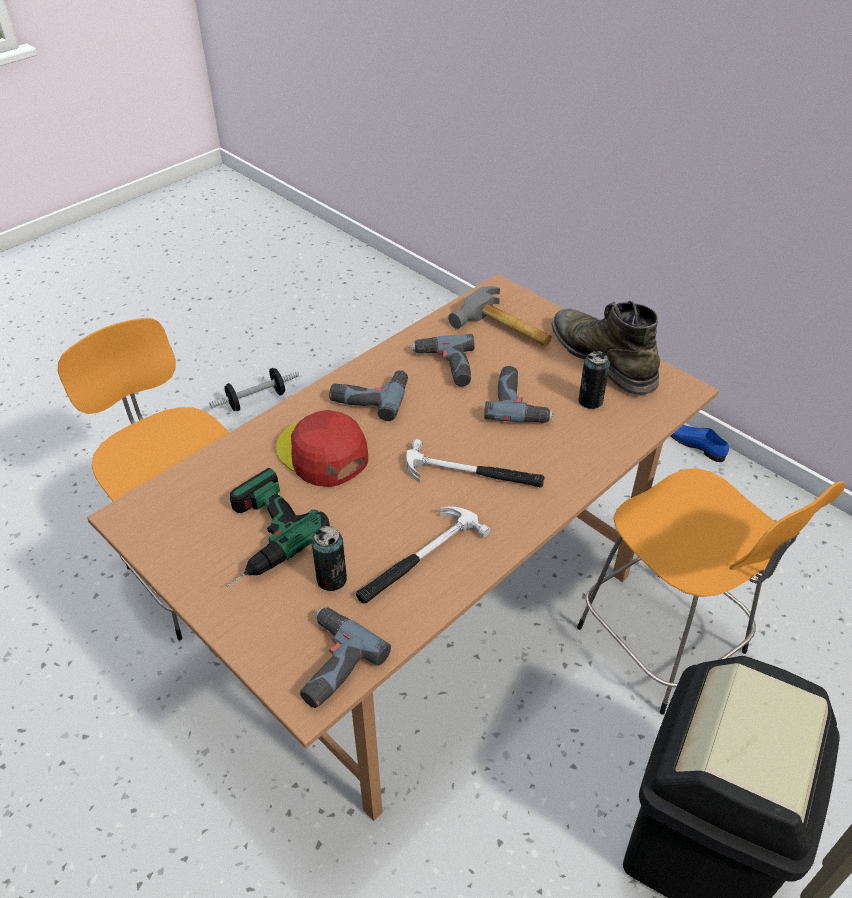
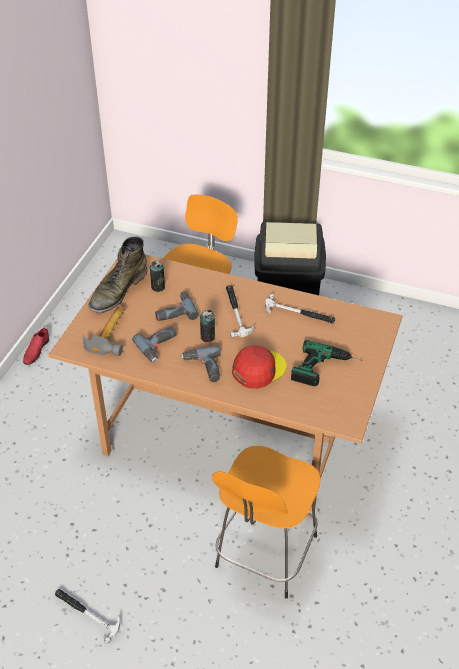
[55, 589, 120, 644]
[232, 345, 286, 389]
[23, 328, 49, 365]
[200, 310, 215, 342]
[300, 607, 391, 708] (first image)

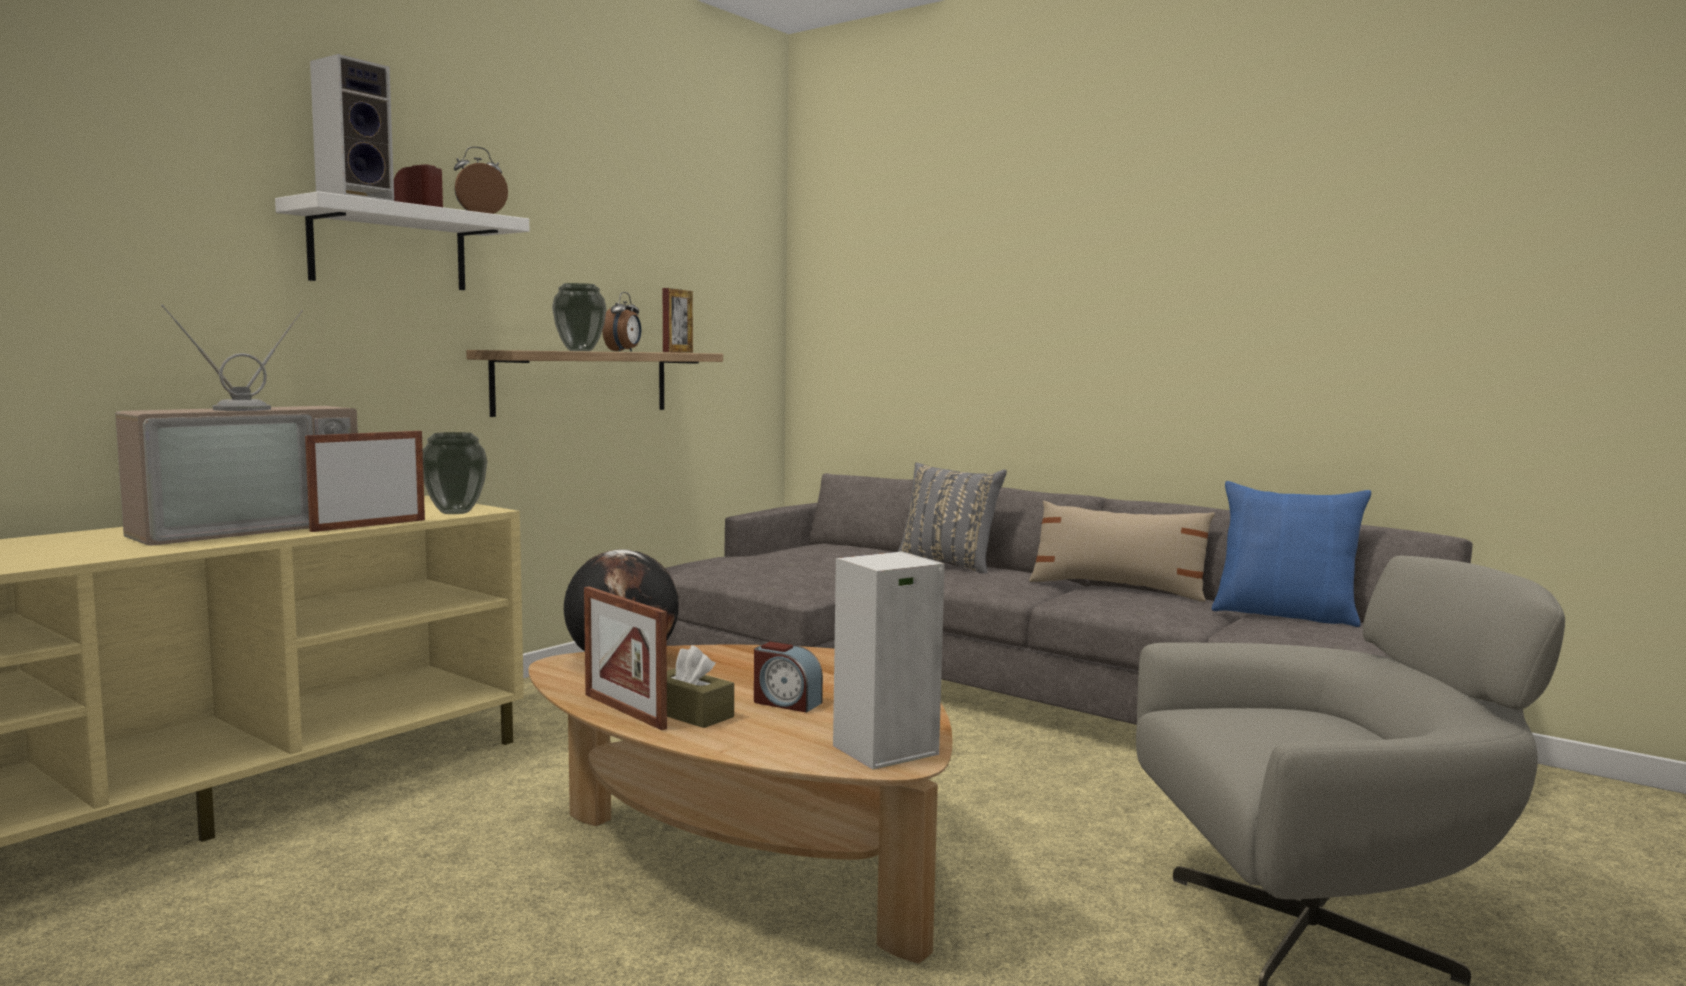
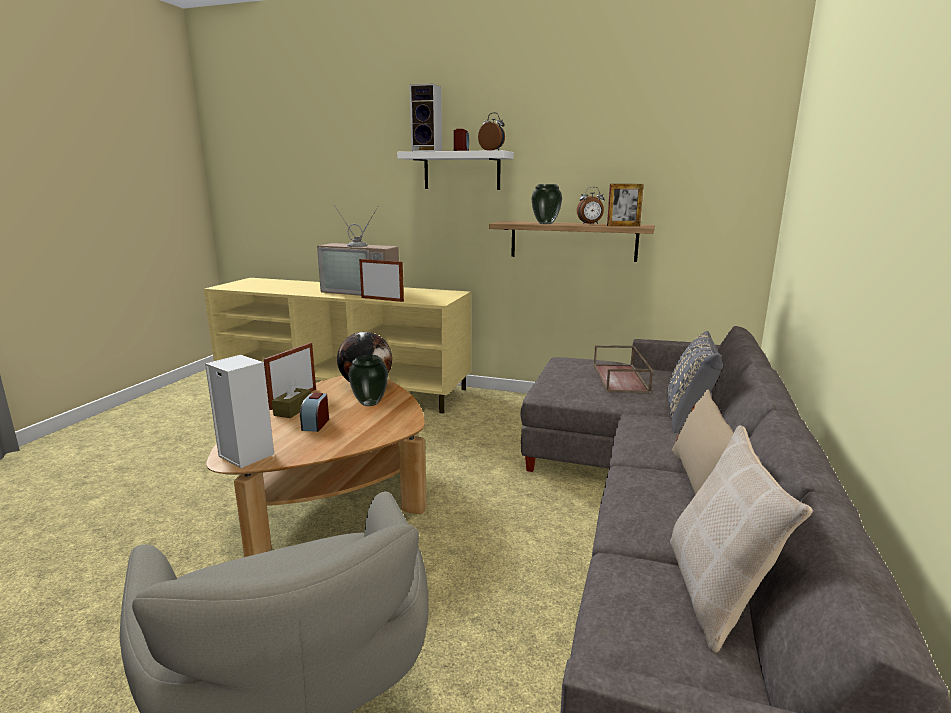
[348, 354, 388, 406]
[670, 425, 813, 653]
[593, 345, 653, 393]

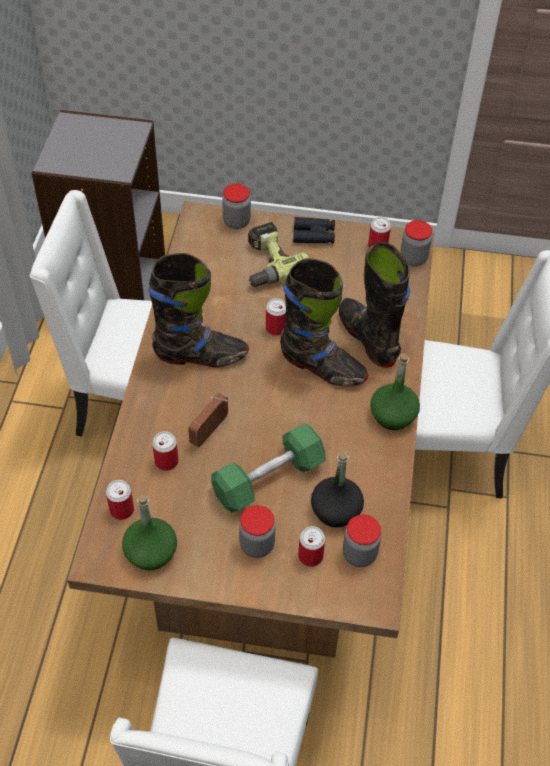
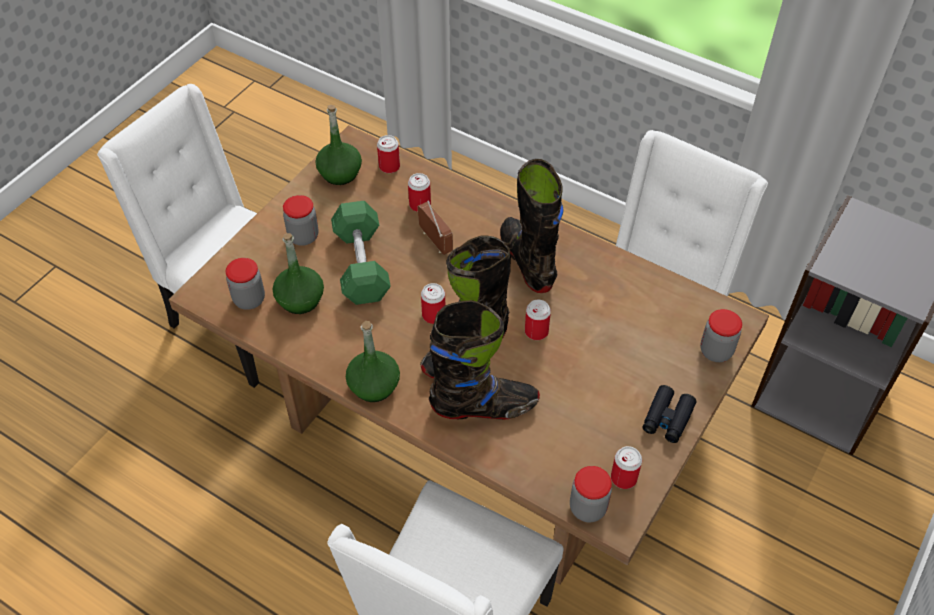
[248, 222, 309, 287] (first image)
[500, 159, 564, 293]
[273, 233, 324, 314]
[421, 283, 445, 324]

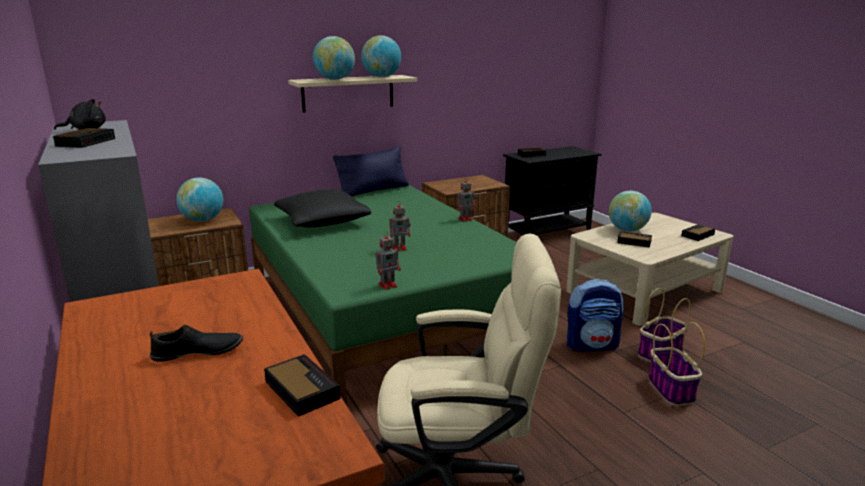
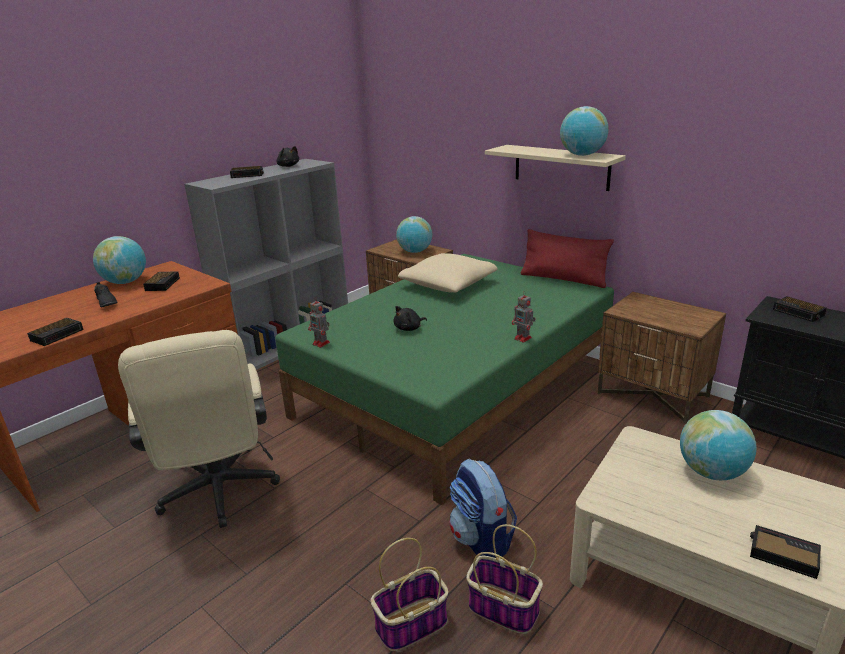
[93, 236, 146, 284]
[521, 229, 614, 288]
[398, 253, 498, 293]
[394, 306, 427, 331]
[143, 271, 180, 291]

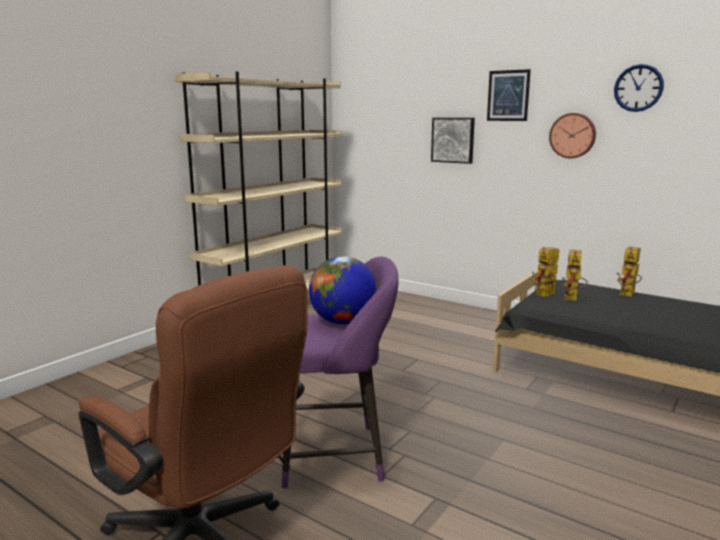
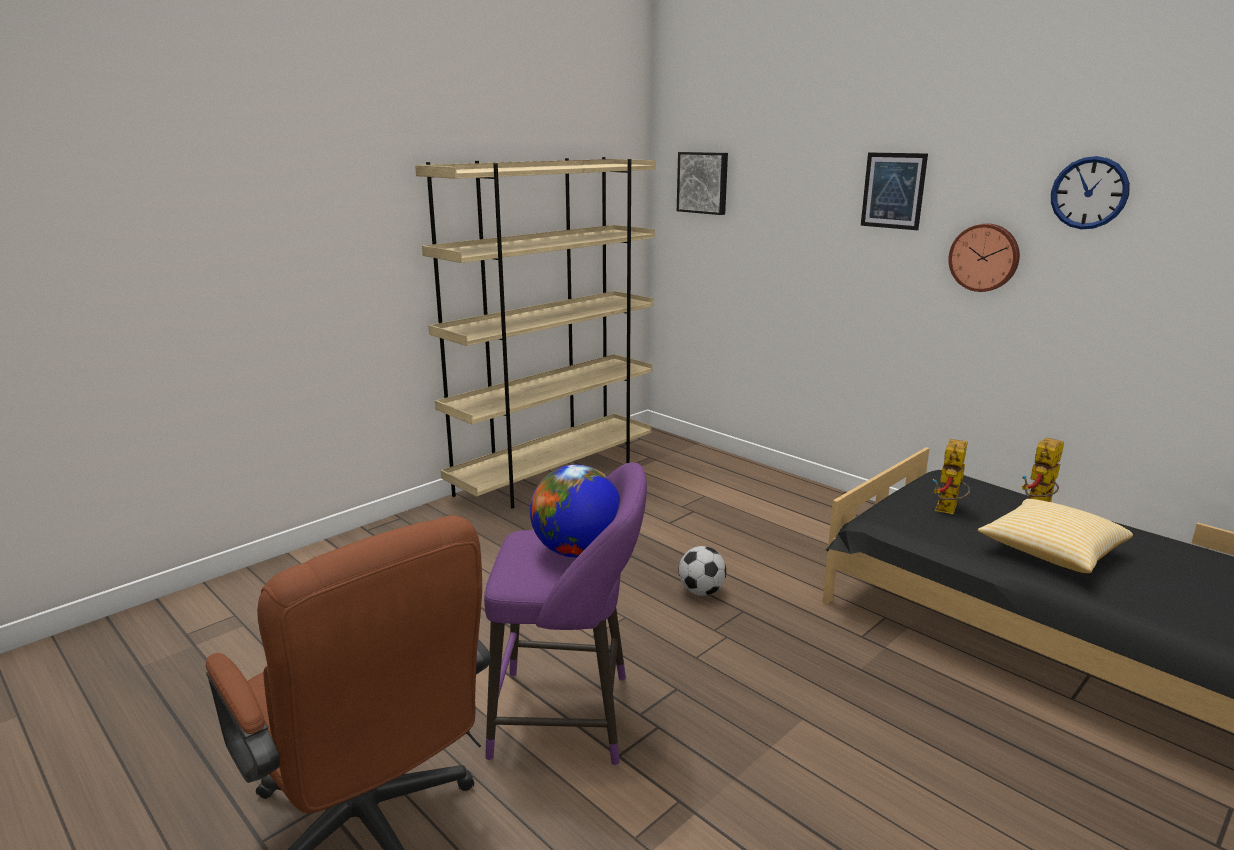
[677, 152, 728, 215]
[531, 247, 559, 297] (first image)
[978, 499, 1133, 573]
[679, 546, 726, 596]

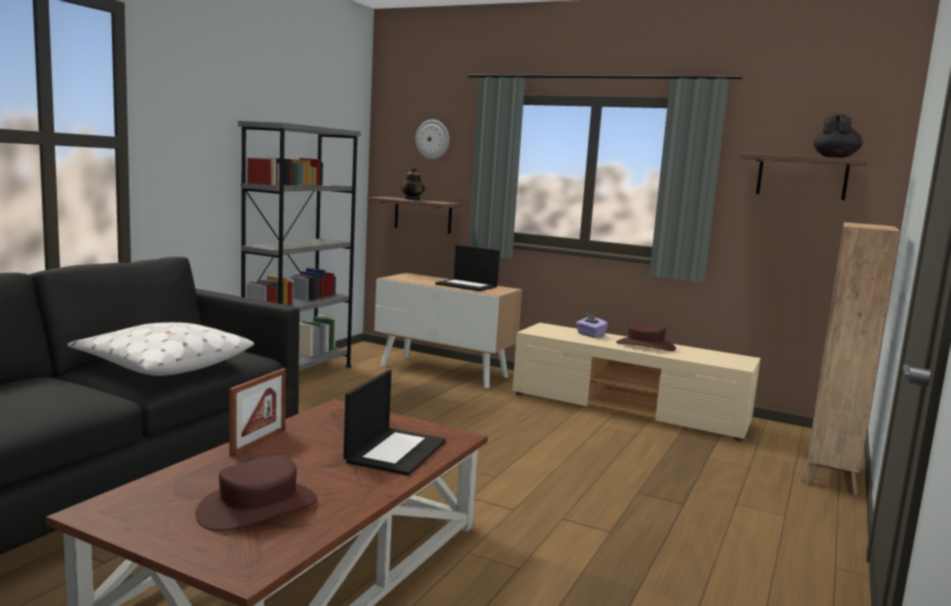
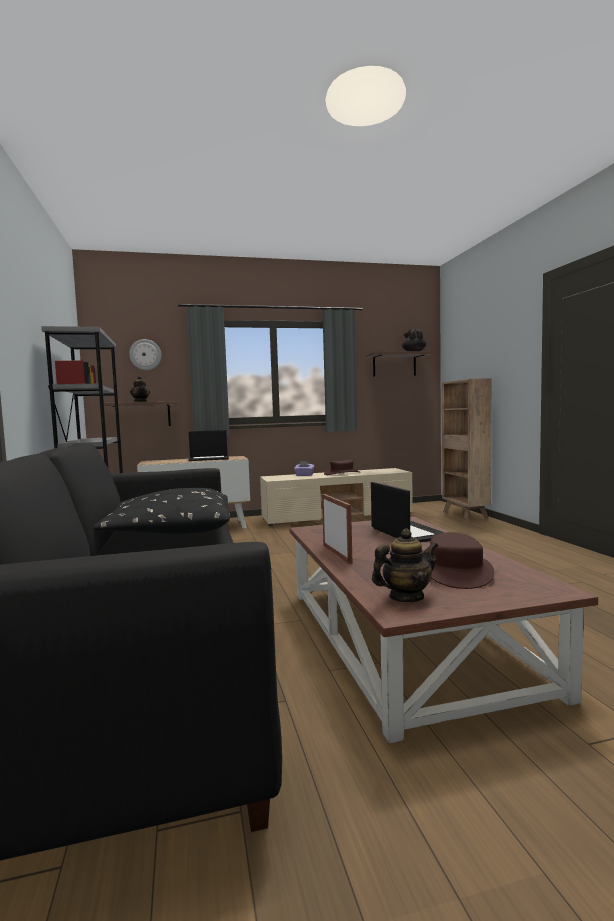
[93, 488, 230, 534]
[372, 528, 438, 602]

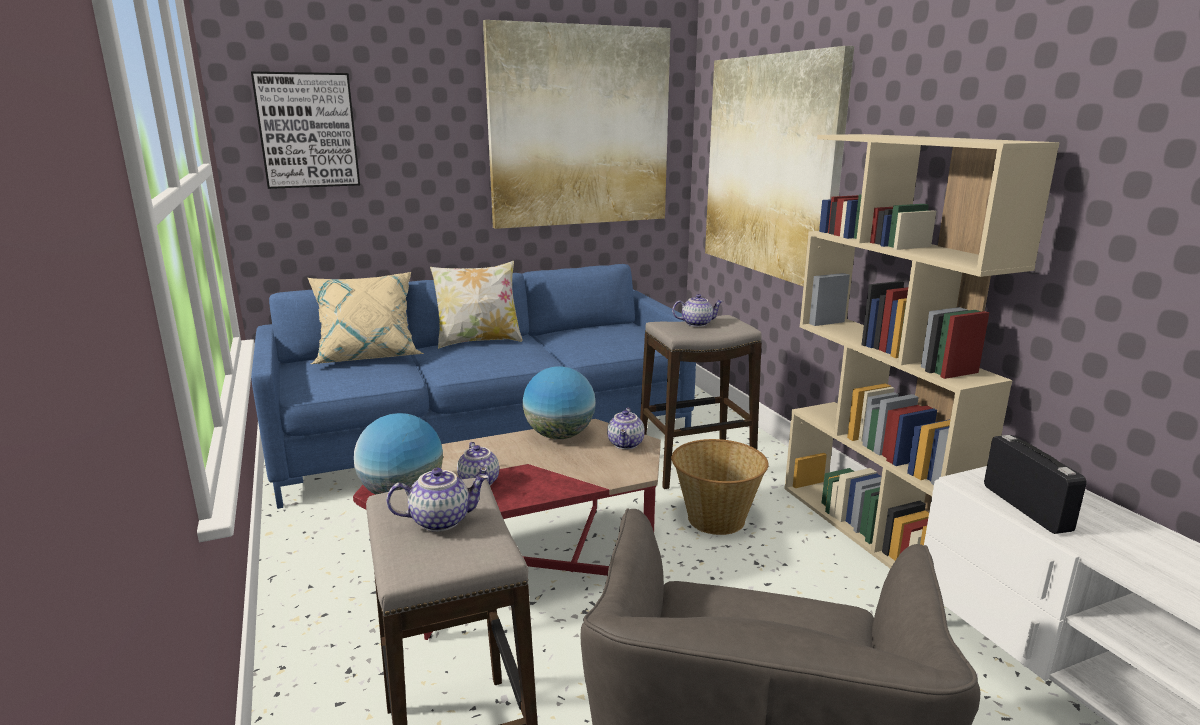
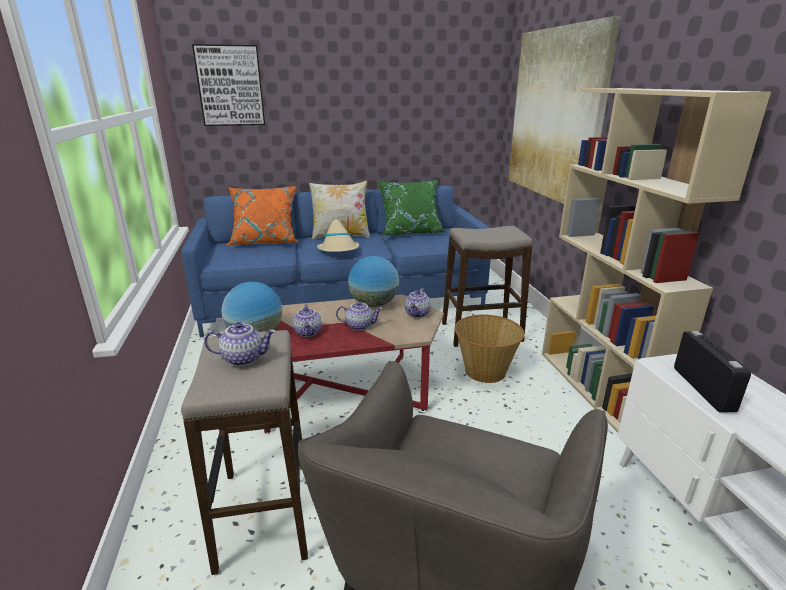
[483, 20, 670, 229] (first image)
[226, 186, 299, 245]
[336, 301, 383, 331]
[376, 180, 446, 235]
[317, 218, 359, 252]

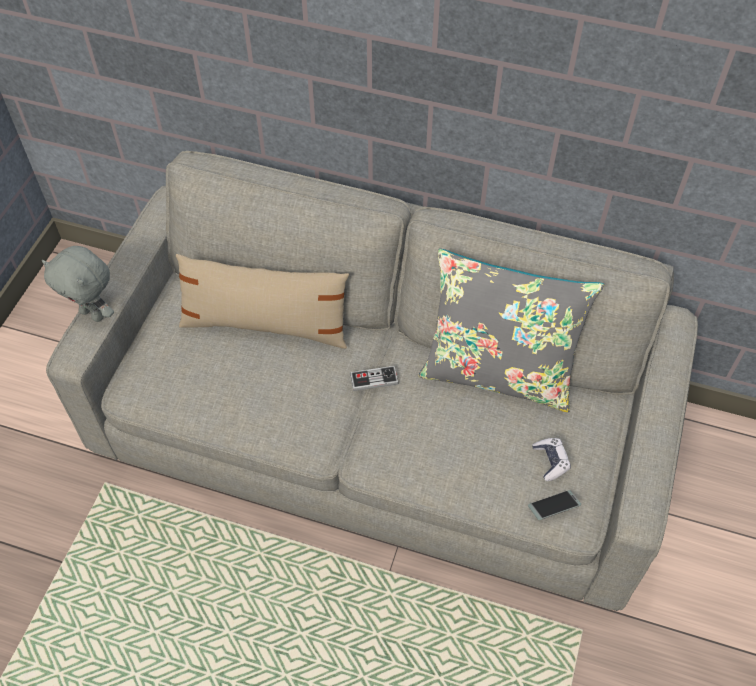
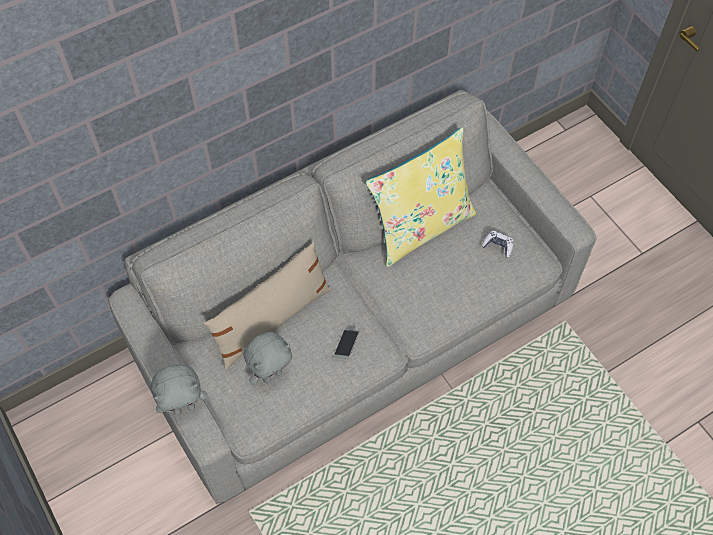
[366, 127, 476, 267]
[350, 366, 399, 391] (first image)
[334, 328, 360, 359]
[244, 332, 292, 385]

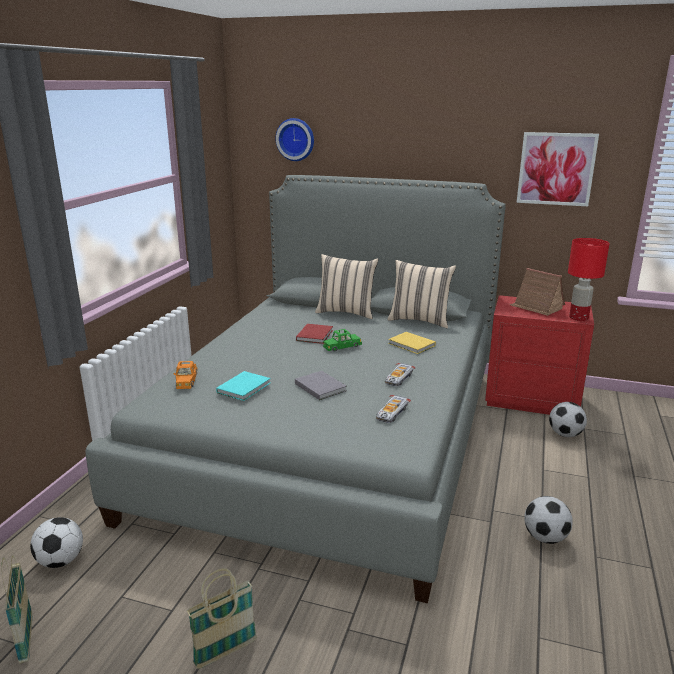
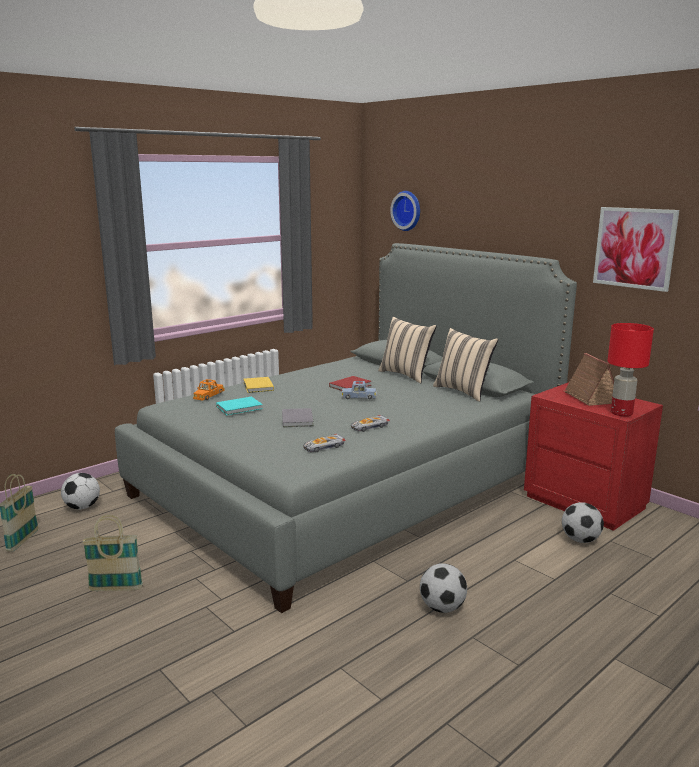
[342, 381, 377, 399]
[243, 377, 274, 393]

